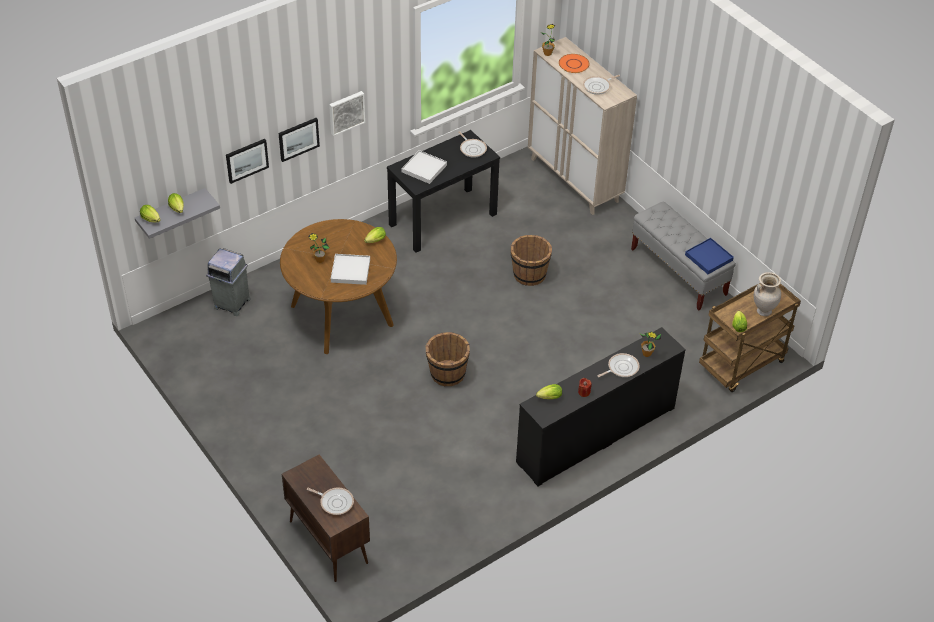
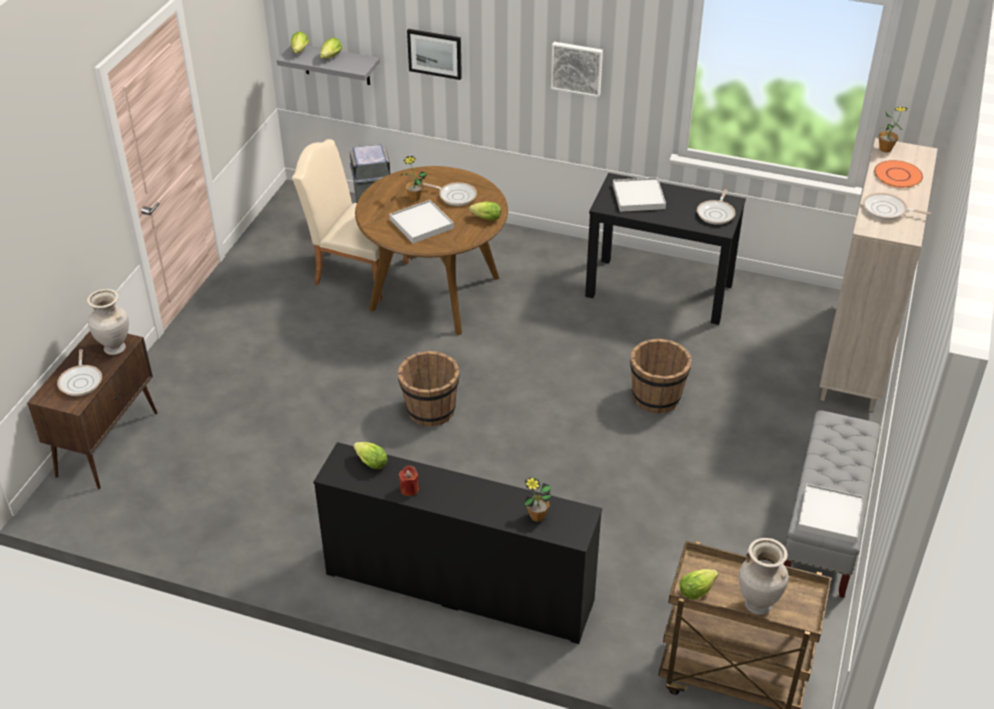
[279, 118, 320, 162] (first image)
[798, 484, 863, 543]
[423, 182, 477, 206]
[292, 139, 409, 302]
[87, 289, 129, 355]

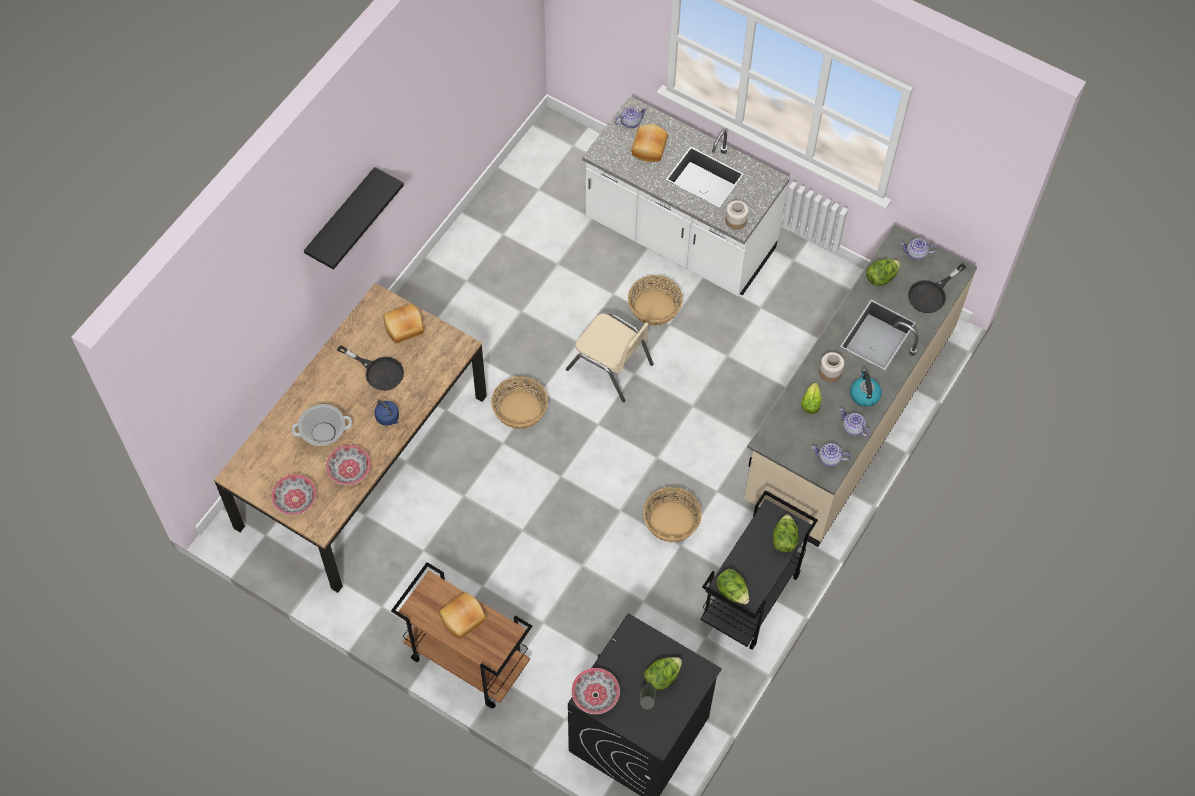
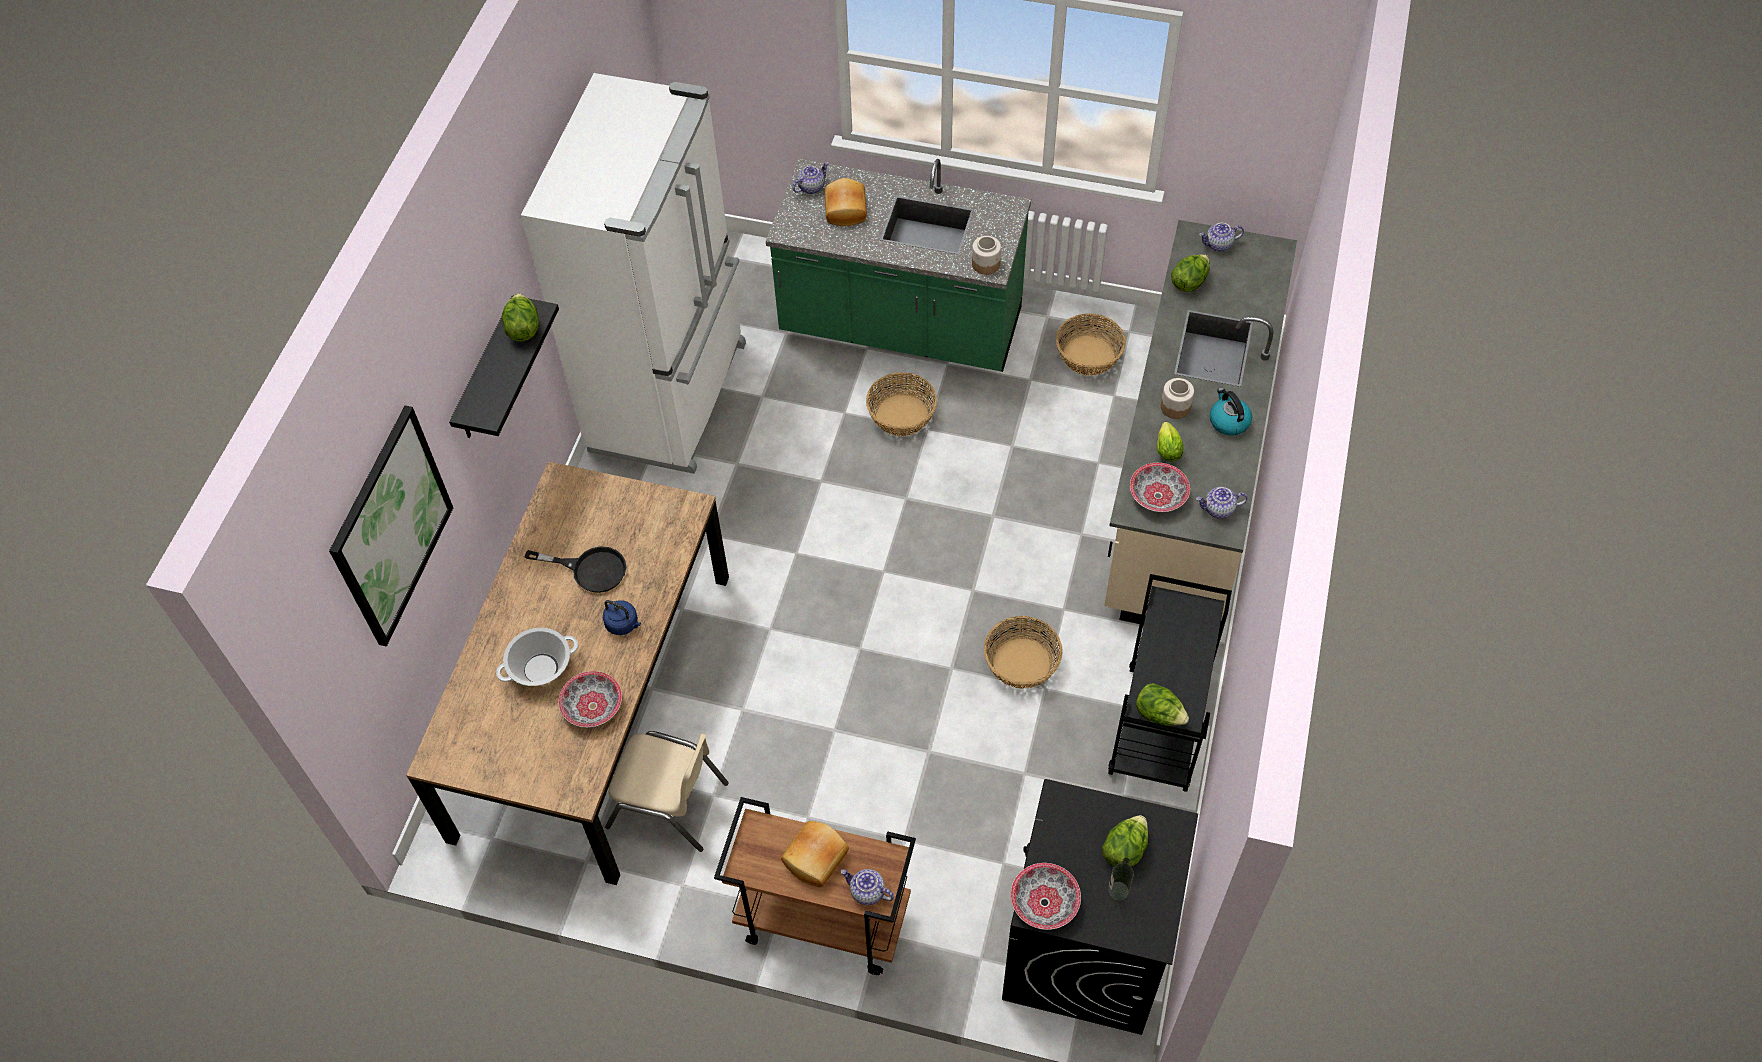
[766, 159, 1031, 372]
[908, 263, 966, 313] (first image)
[384, 304, 424, 344] (first image)
[605, 731, 729, 852]
[1056, 313, 1126, 376]
[841, 869, 894, 906]
[1130, 463, 1190, 512]
[502, 293, 539, 341]
[521, 73, 746, 474]
[329, 406, 453, 647]

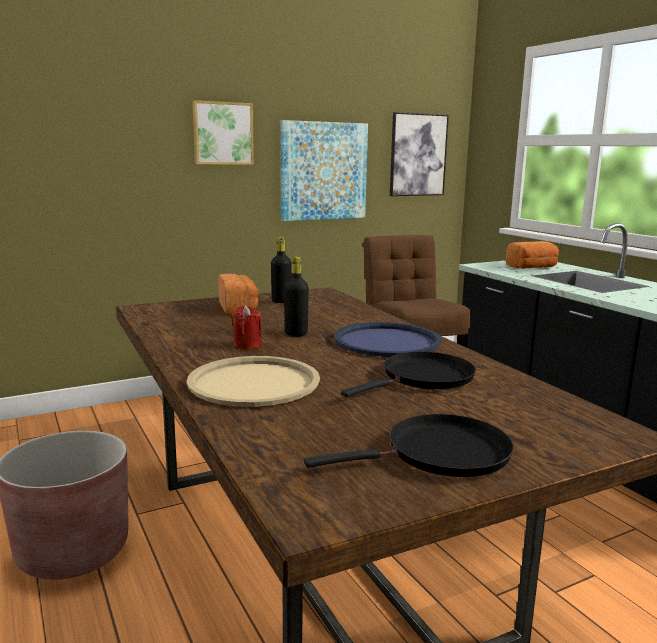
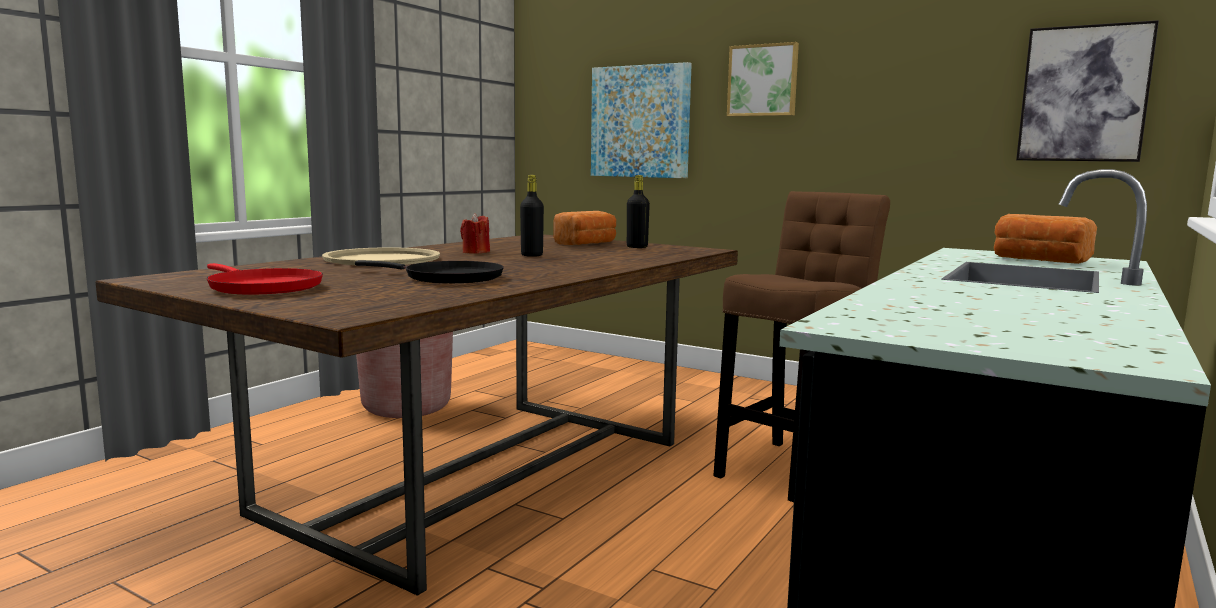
[591, 62, 692, 178]
[334, 322, 441, 357] (first image)
[207, 263, 323, 295]

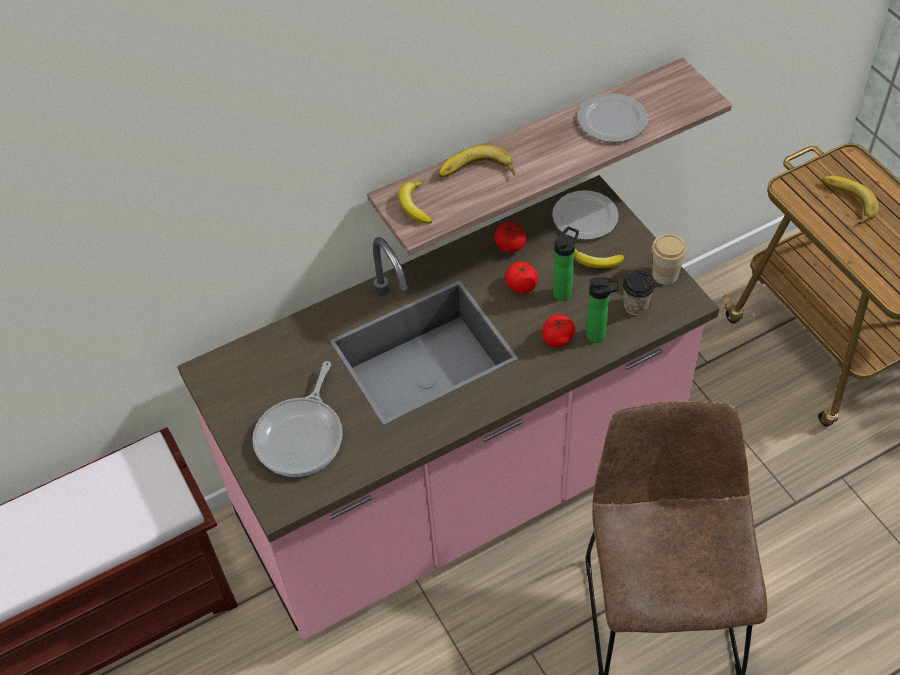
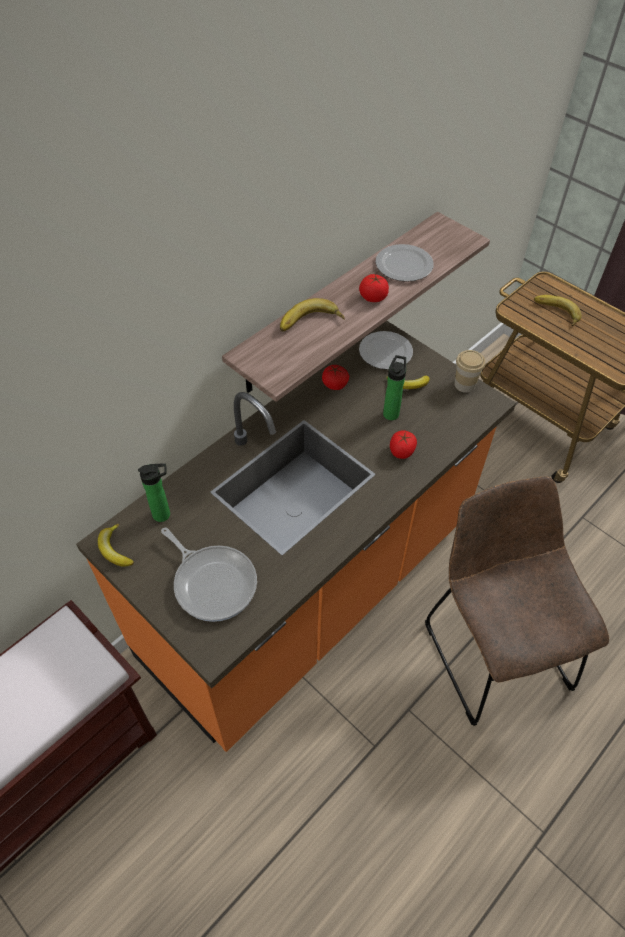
[76, 321, 516, 752]
[98, 524, 134, 567]
[359, 274, 389, 302]
[622, 271, 655, 315] (first image)
[138, 463, 170, 522]
[161, 528, 257, 622]

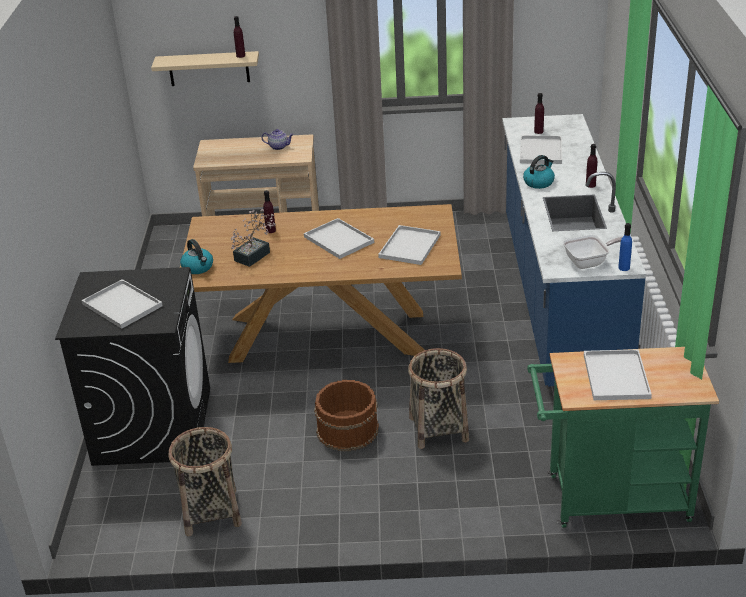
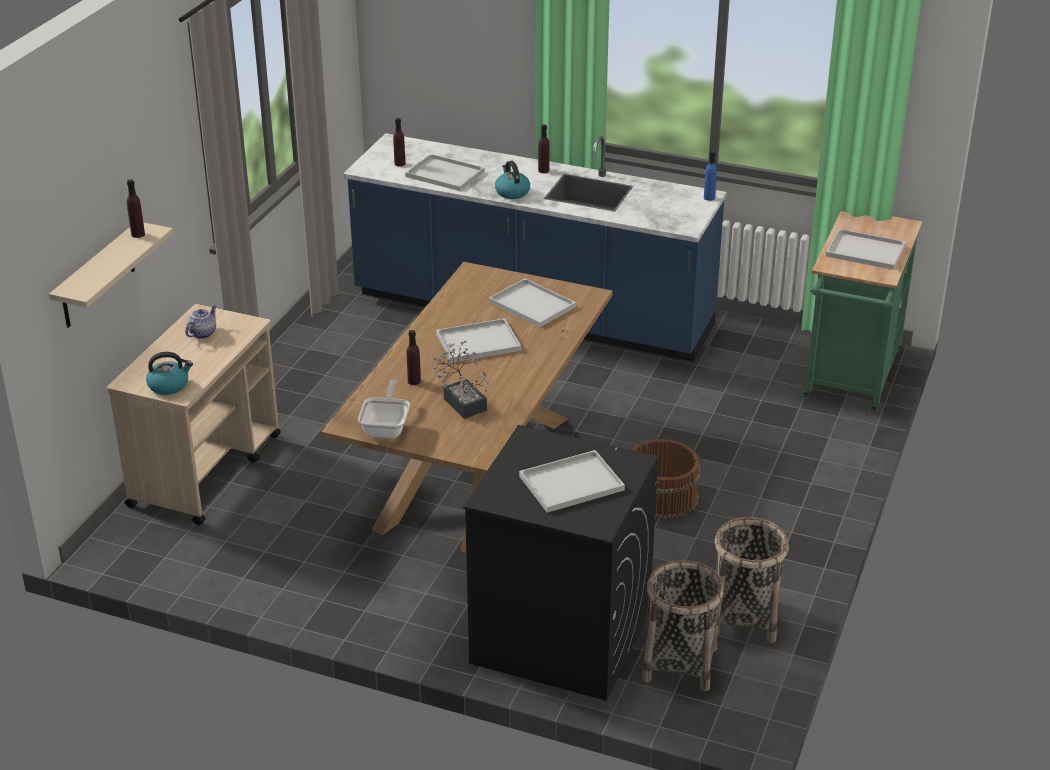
[358, 379, 410, 438]
[146, 352, 193, 395]
[642, 560, 723, 691]

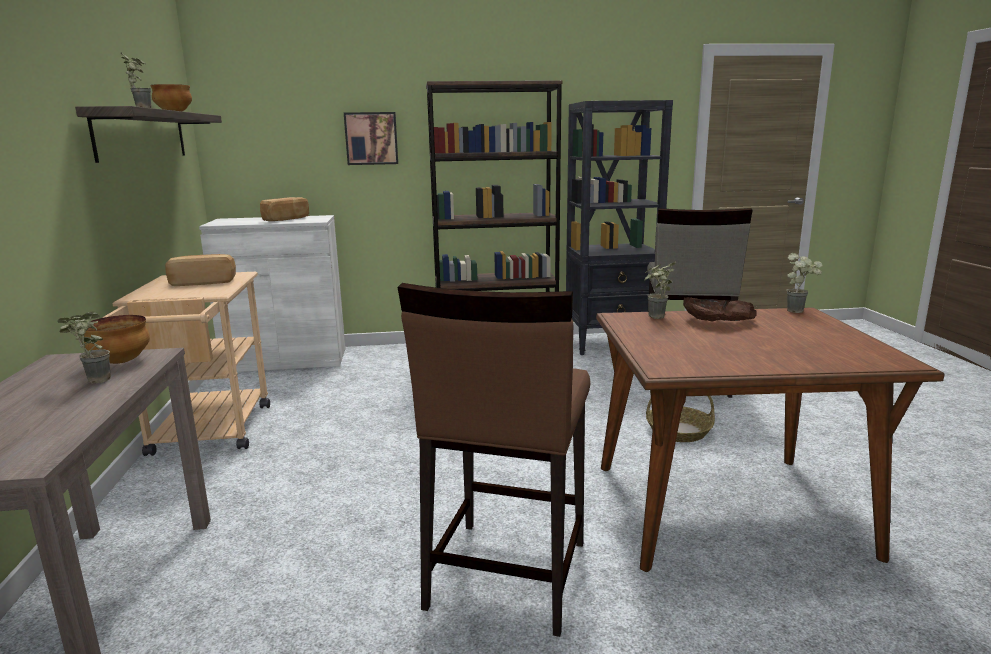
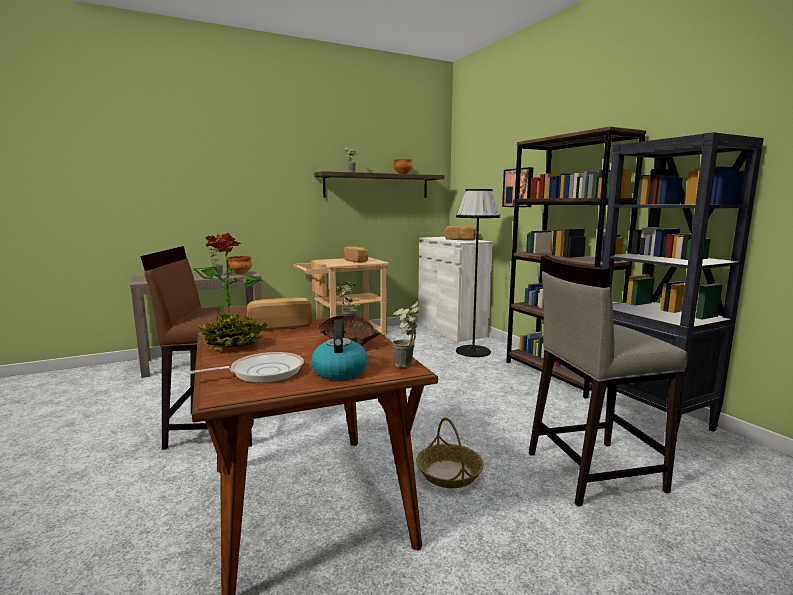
[456, 189, 500, 357]
[193, 233, 268, 351]
[247, 297, 313, 331]
[311, 319, 368, 380]
[189, 352, 304, 383]

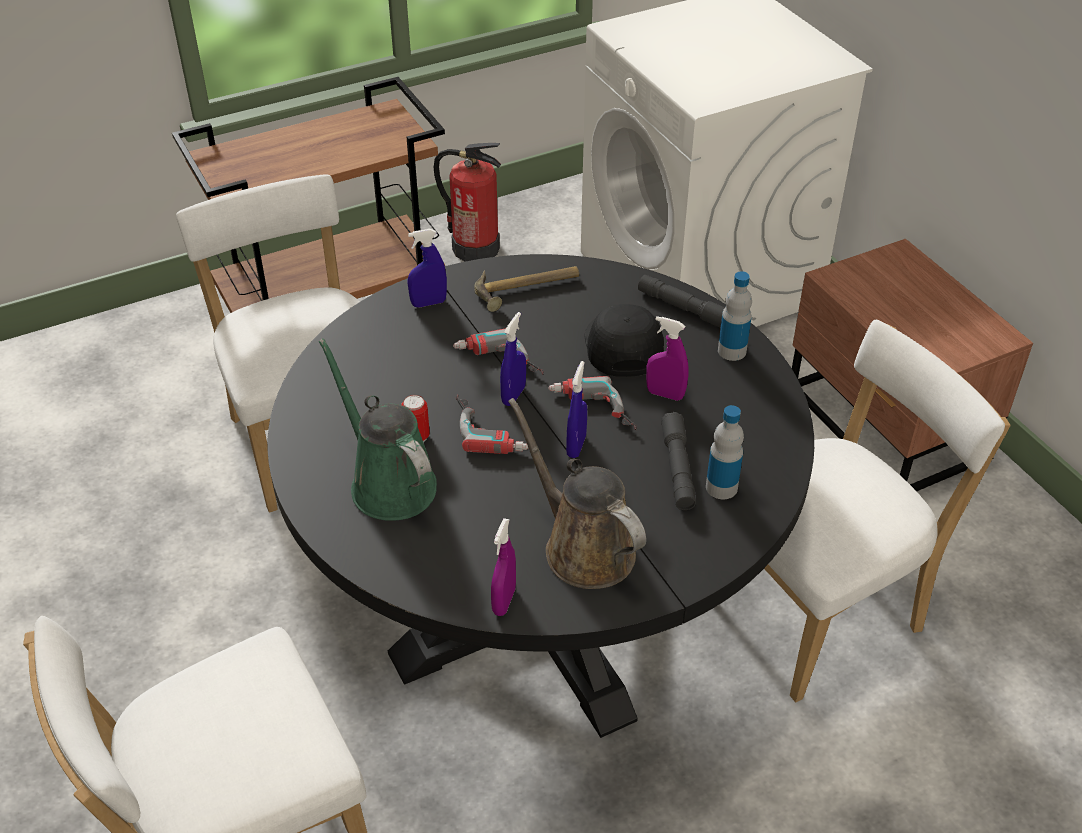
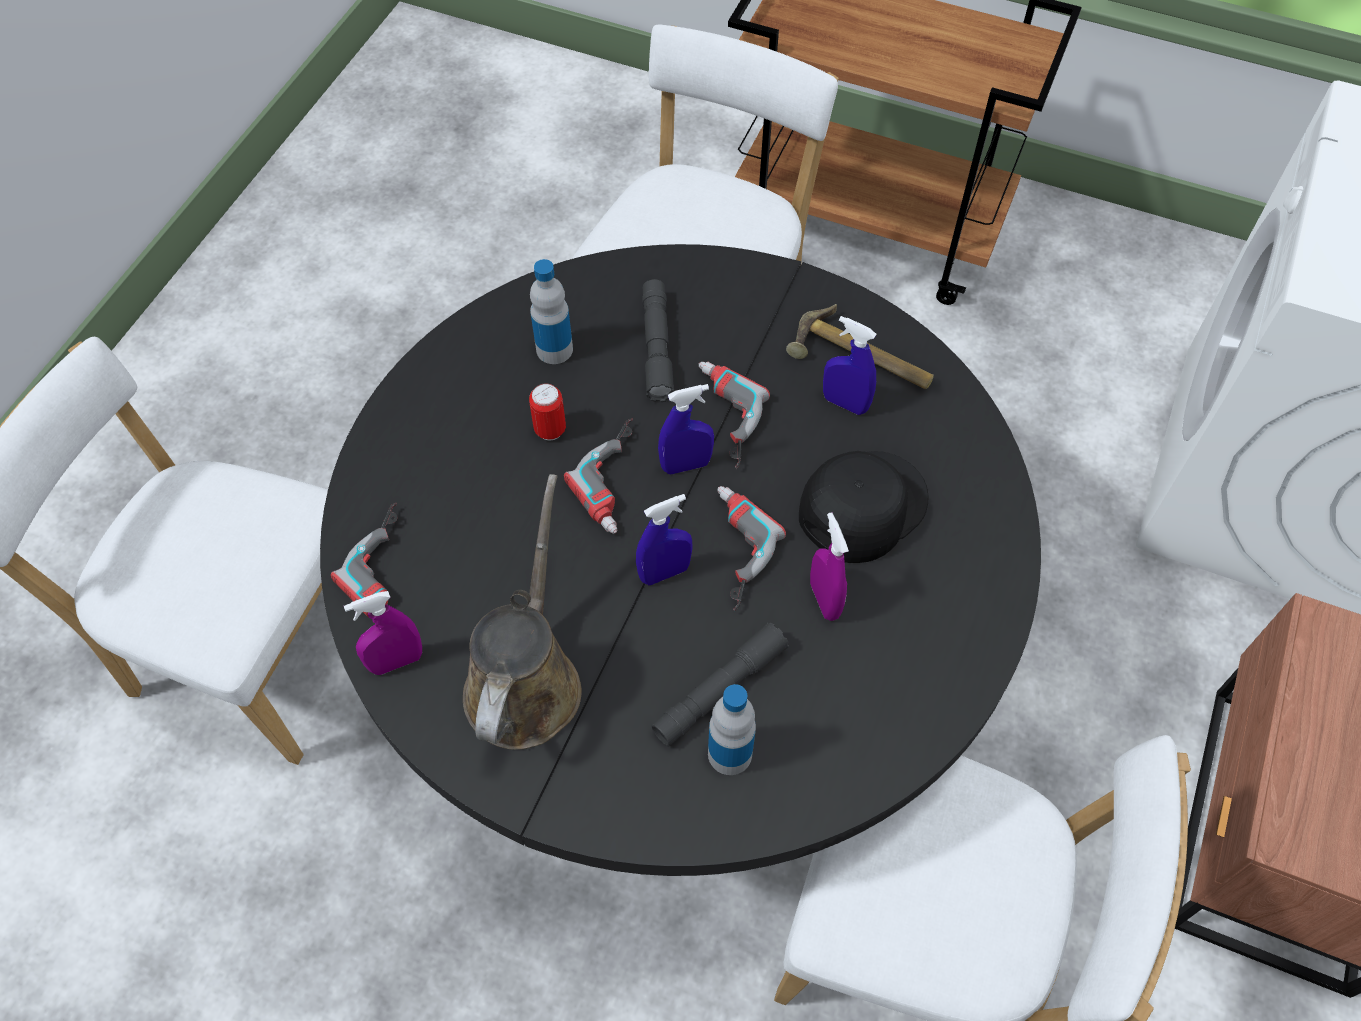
[434, 143, 501, 261] (first image)
[823, 316, 877, 415]
[530, 259, 573, 364]
[642, 279, 674, 402]
[319, 338, 437, 521] (first image)
[331, 503, 397, 617]

